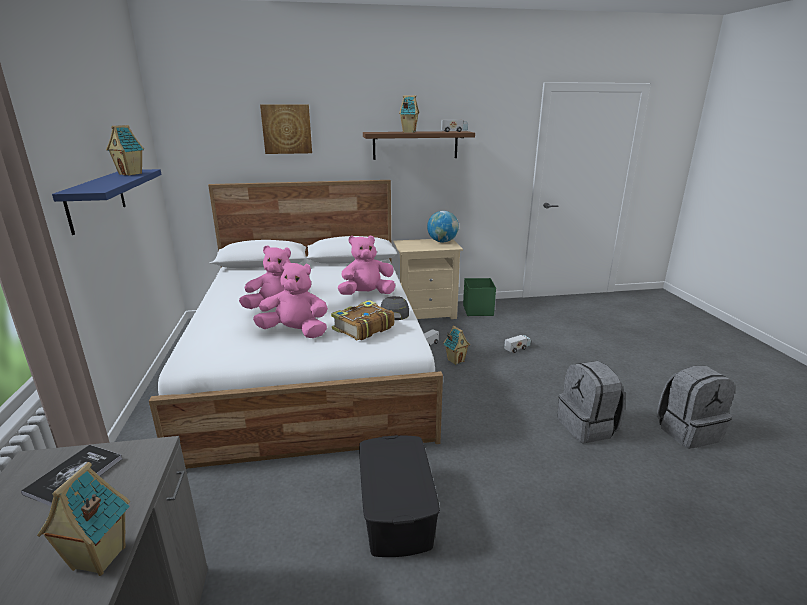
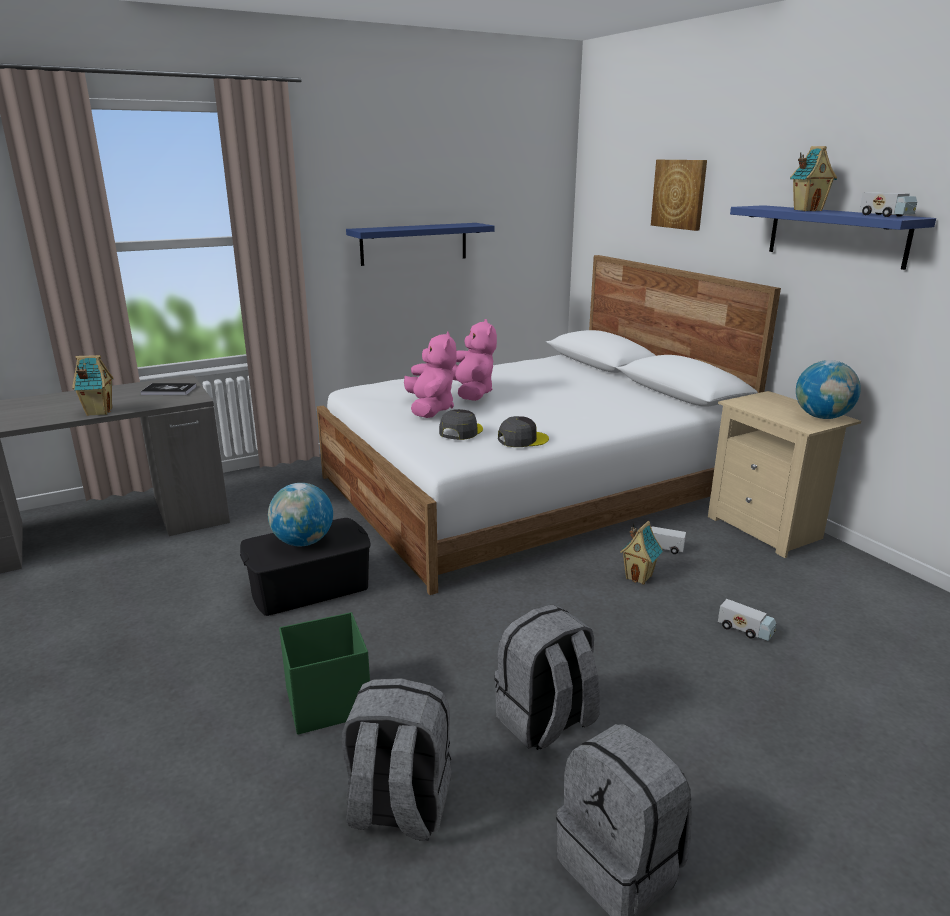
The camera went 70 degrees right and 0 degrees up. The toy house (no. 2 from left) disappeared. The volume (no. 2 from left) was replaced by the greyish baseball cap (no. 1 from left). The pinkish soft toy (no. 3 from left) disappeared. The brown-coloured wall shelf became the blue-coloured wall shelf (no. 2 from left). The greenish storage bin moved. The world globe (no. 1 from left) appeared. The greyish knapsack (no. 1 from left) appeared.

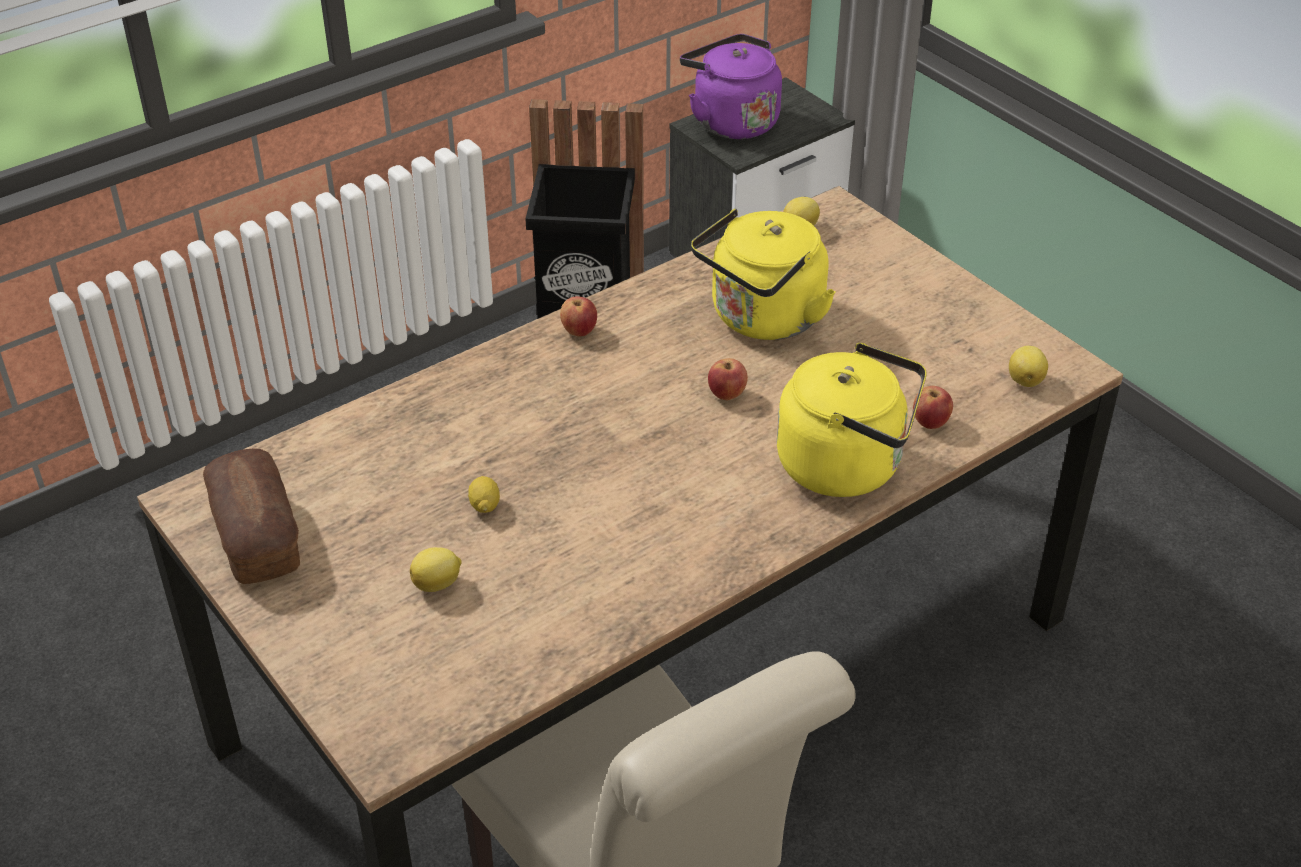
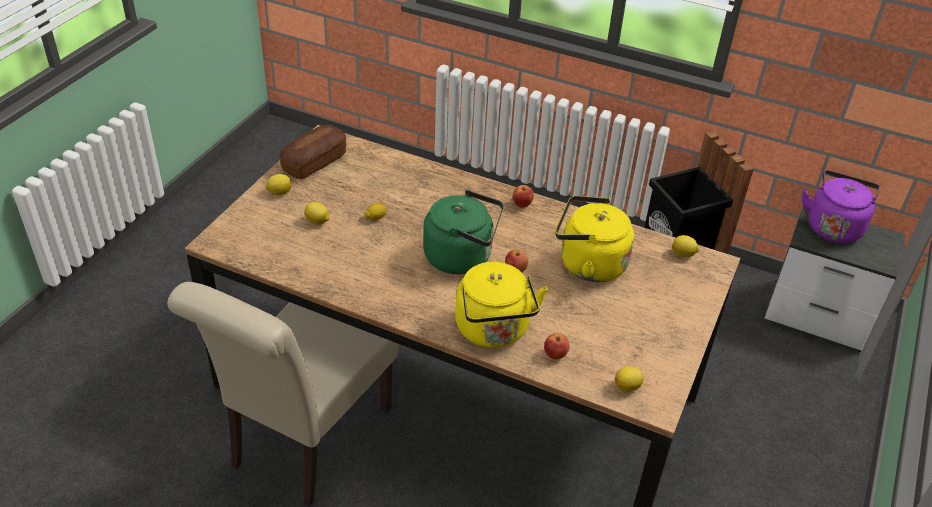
The camera went 60 degrees right and 0 degrees up. The whole lemon (no. 1 from left) appeared. The greenish kettle appeared.

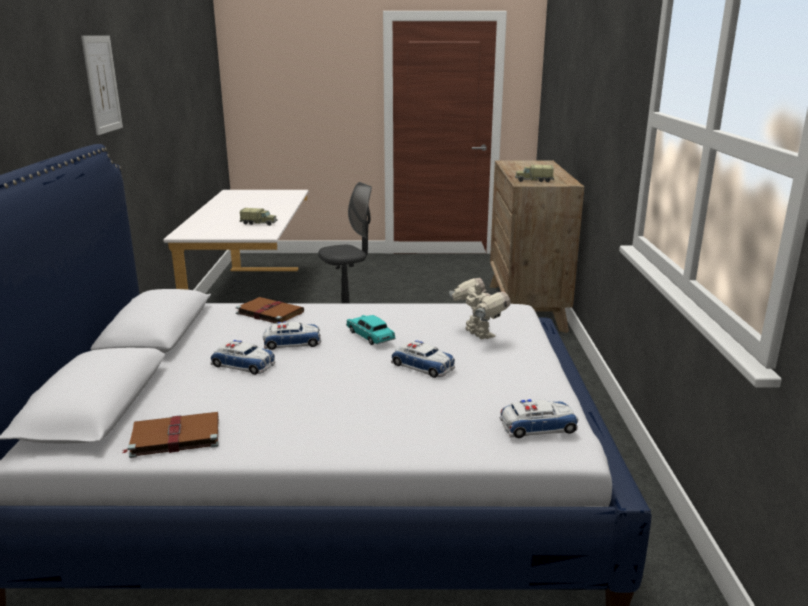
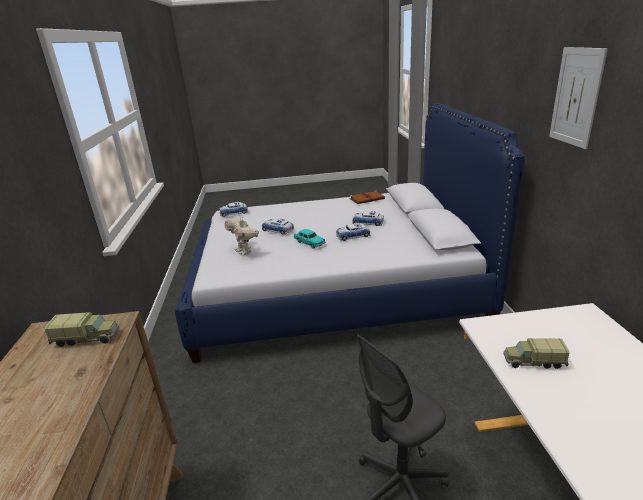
The camera went 175 degrees right and 5 degrees up. The brown-coloured volume (no. 2 from left) disappeared.

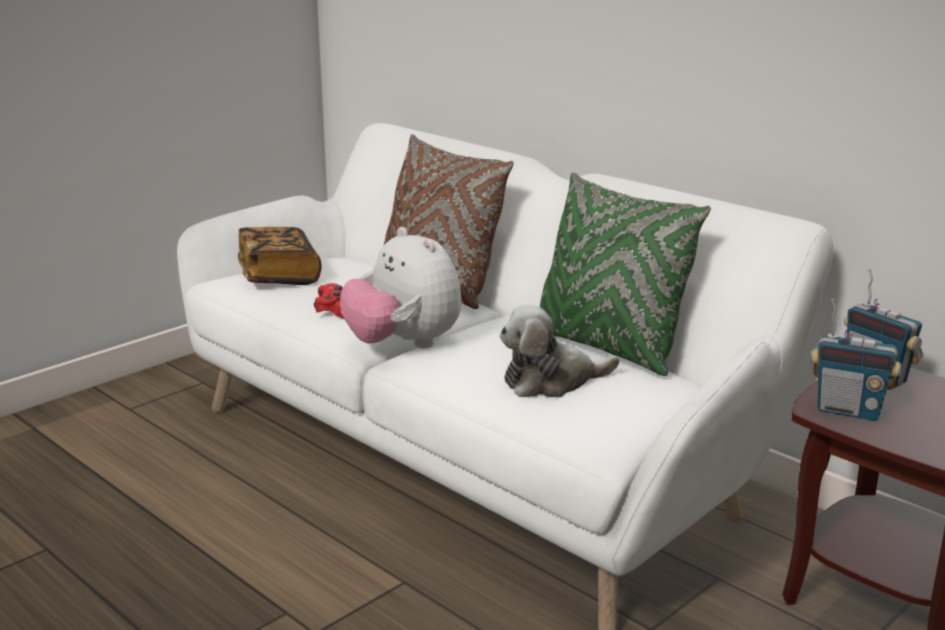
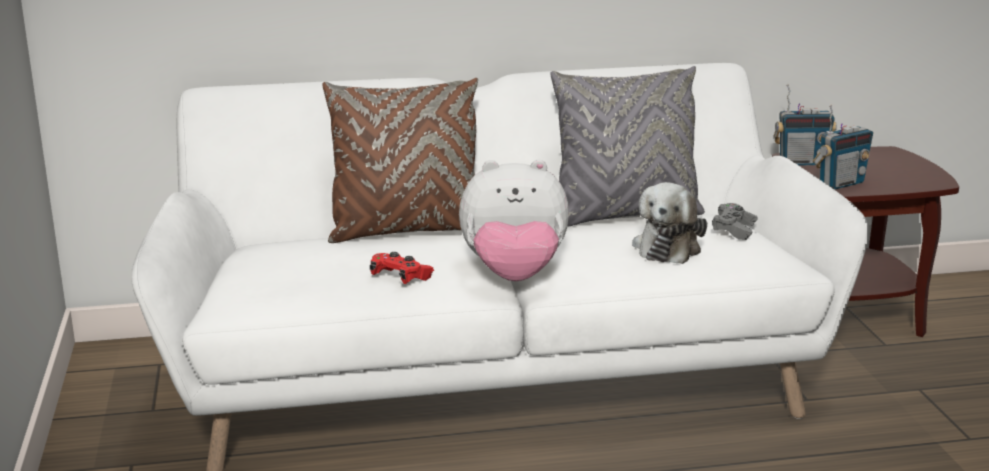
The camera went 55 degrees left and 0 degrees up. The volume disappeared. The greenish cushion became the greyish cushion. The greyish joypad appeared.

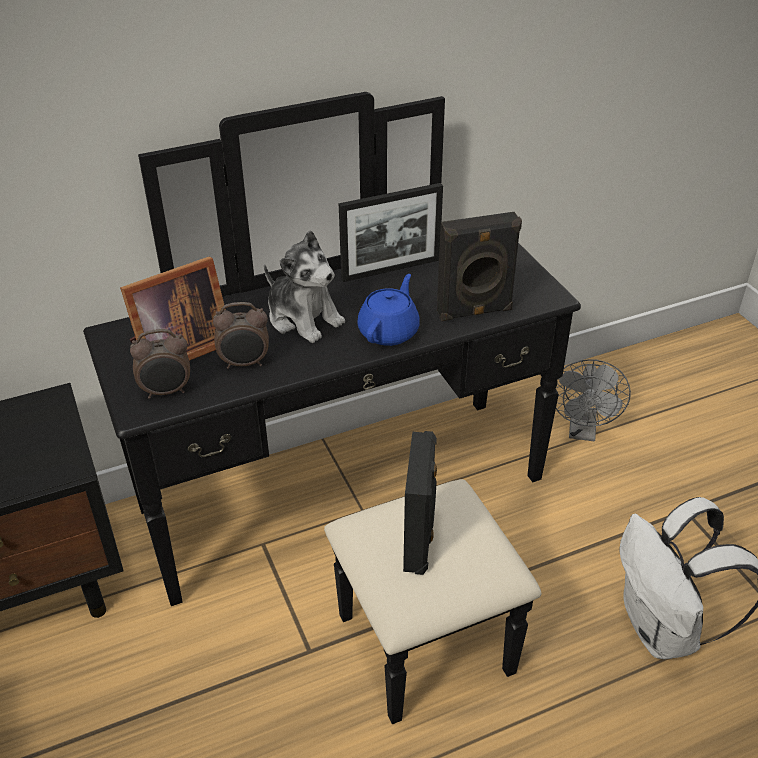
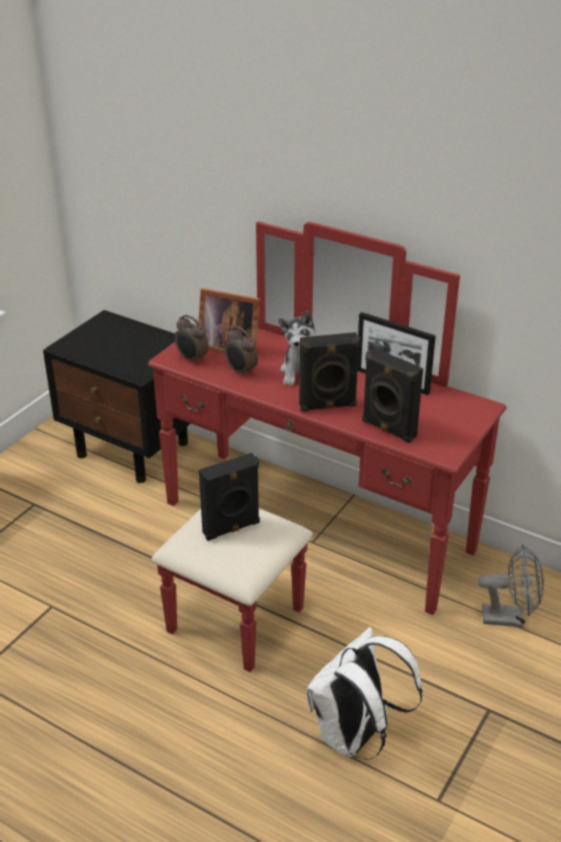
The camera went 55 degrees right and 5 degrees down. The black-coloured drawer chest became the red drawer chest. The blue-coloured pot for tea was replaced by the black-coloured speaker (no. 2 from left). The greyish electric fan turned 150 degrees counterclockwise.

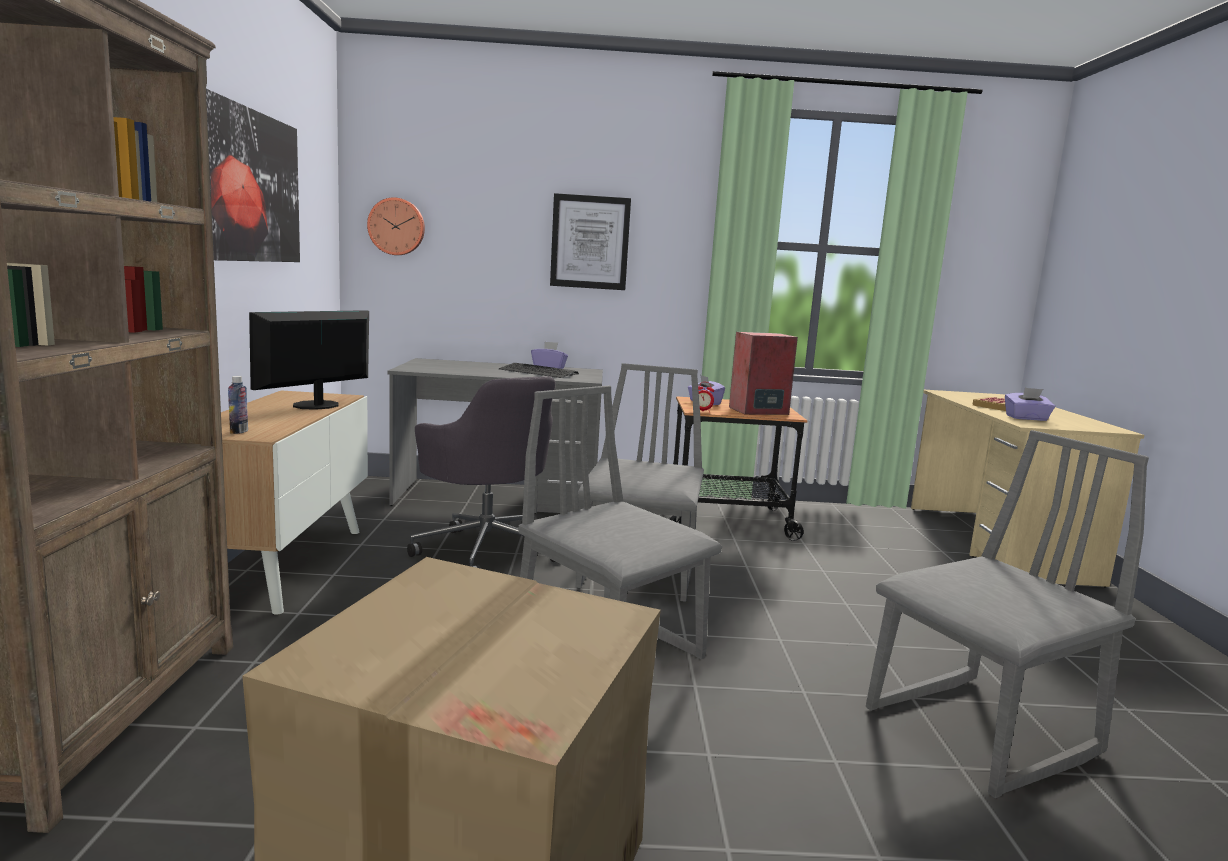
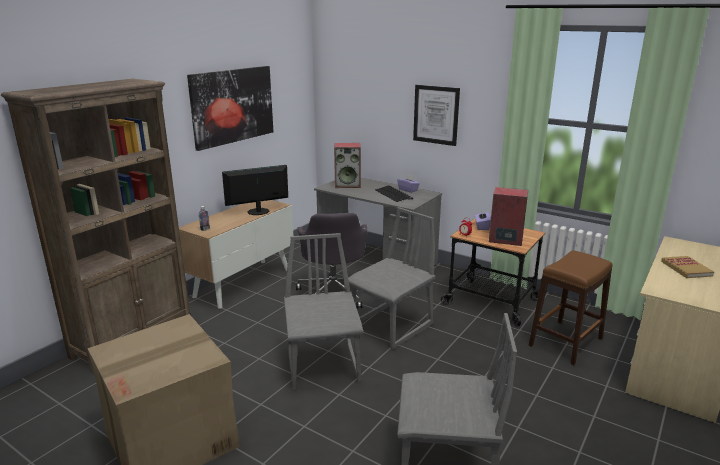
The camera went 35 degrees right and 10 degrees up. The wall clock disappeared. The purple-coloured box of tissues (no. 3 from left) disappeared. The speaker (no. 1 from left) appeared. The brown-coloured sitting stool appeared.

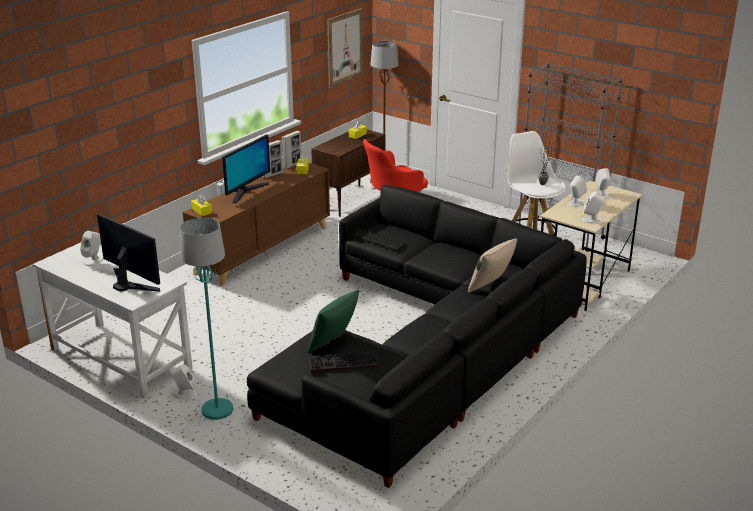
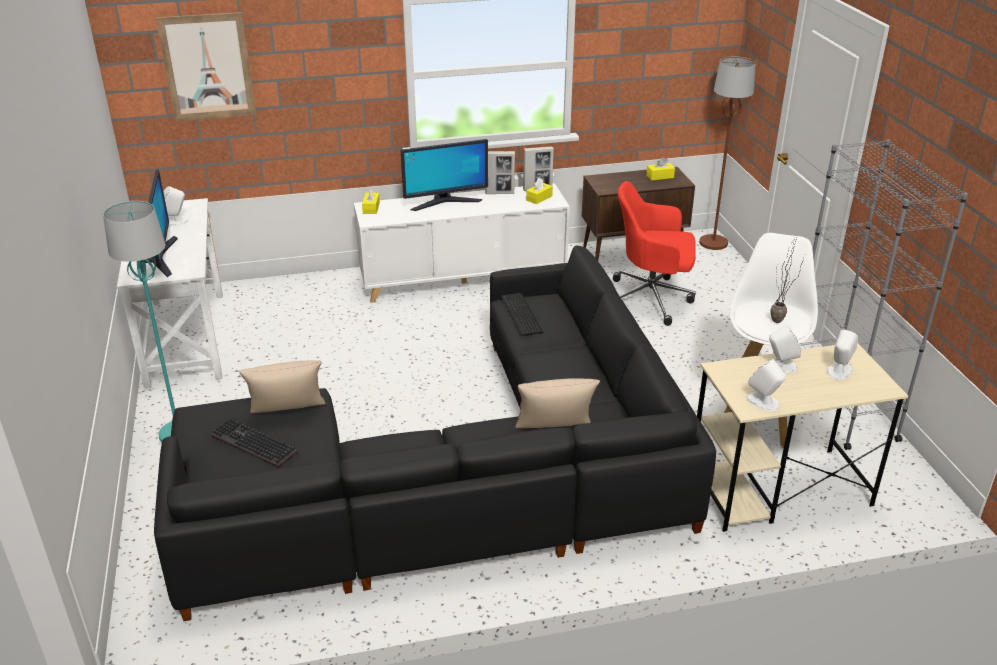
The camera went 40 degrees right and 5 degrees up. The whitish speaker (no. 2 from left) disappeared. The brown-coloured cupboard (no. 1 from left) became the whitish cupboard. The greenish cushion became the beige cushion (no. 1 from left). The wall picture moved.

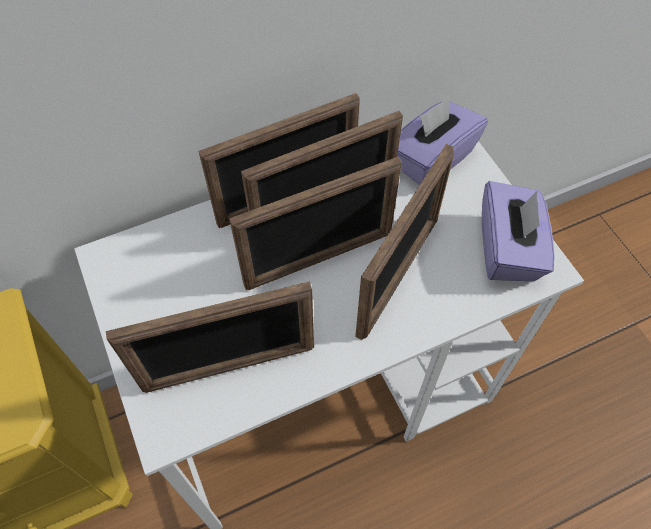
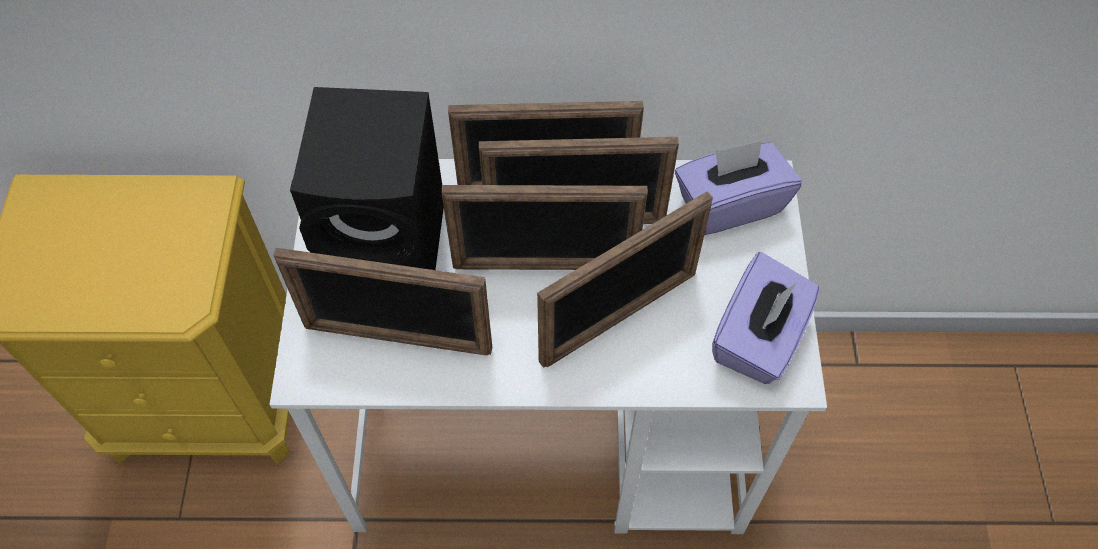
The camera went 25 degrees right and 0 degrees up. The black-coloured speaker appeared.

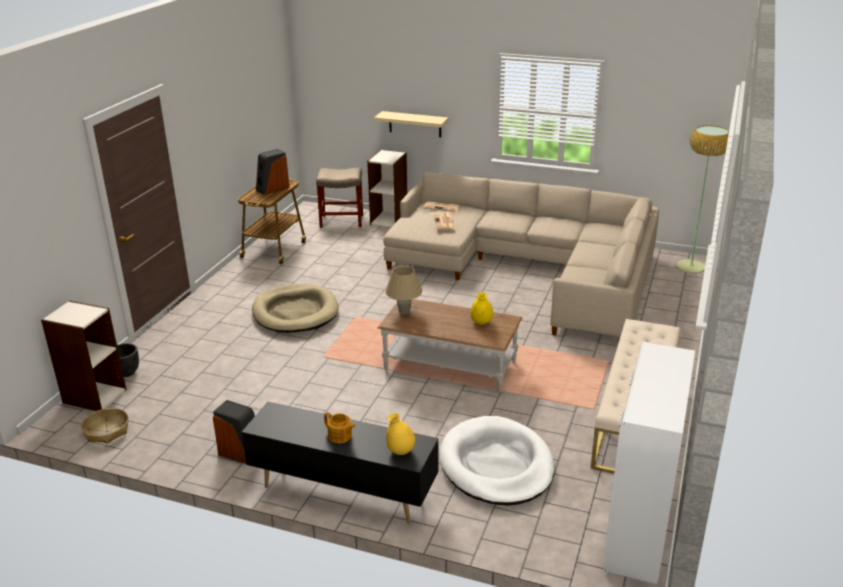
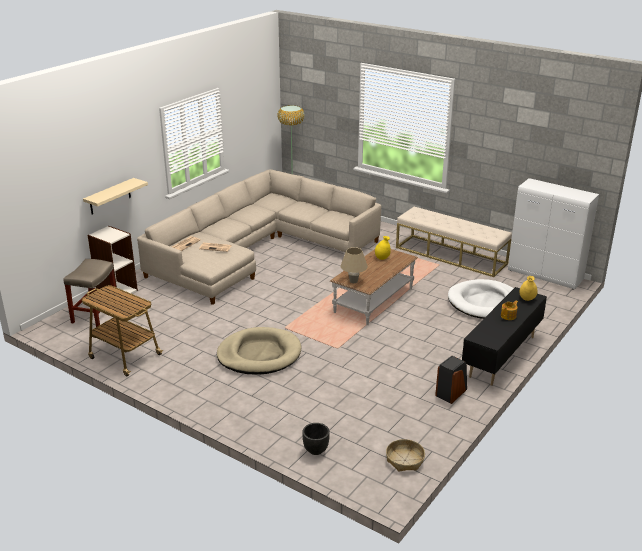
The camera went 75 degrees left and 0 degrees up. The bookcase (no. 1 from left) disappeared. The speaker (no. 2 from left) disappeared.

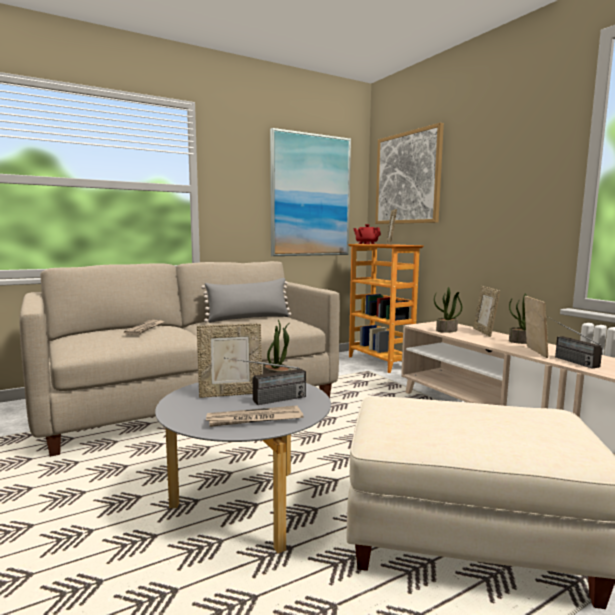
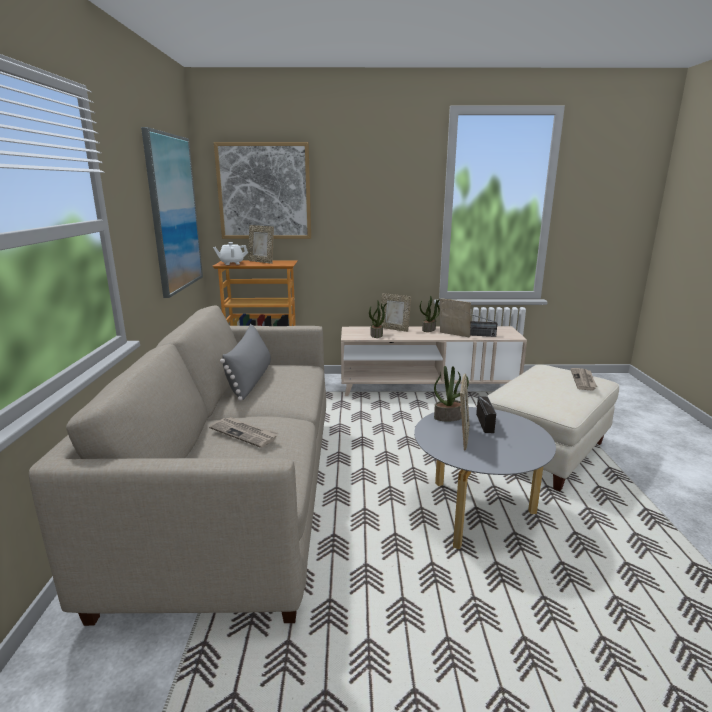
The camera went 60 degrees left and 10 degrees up. The newspaper (no. 2 from left) moved. The red pot for tea became the whitish pot for tea.

